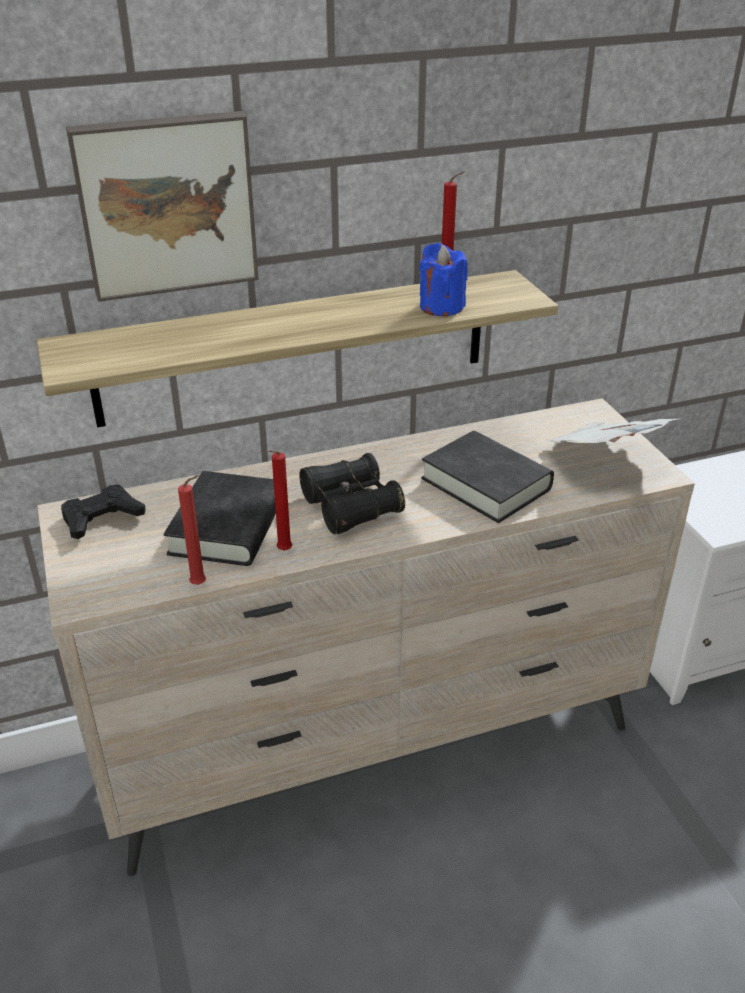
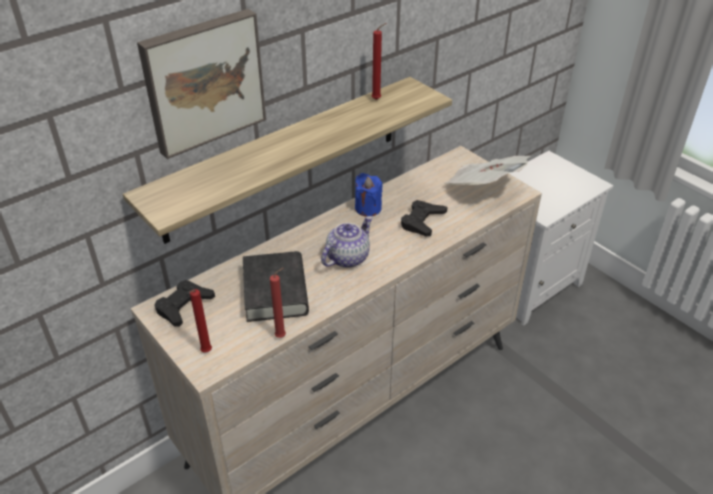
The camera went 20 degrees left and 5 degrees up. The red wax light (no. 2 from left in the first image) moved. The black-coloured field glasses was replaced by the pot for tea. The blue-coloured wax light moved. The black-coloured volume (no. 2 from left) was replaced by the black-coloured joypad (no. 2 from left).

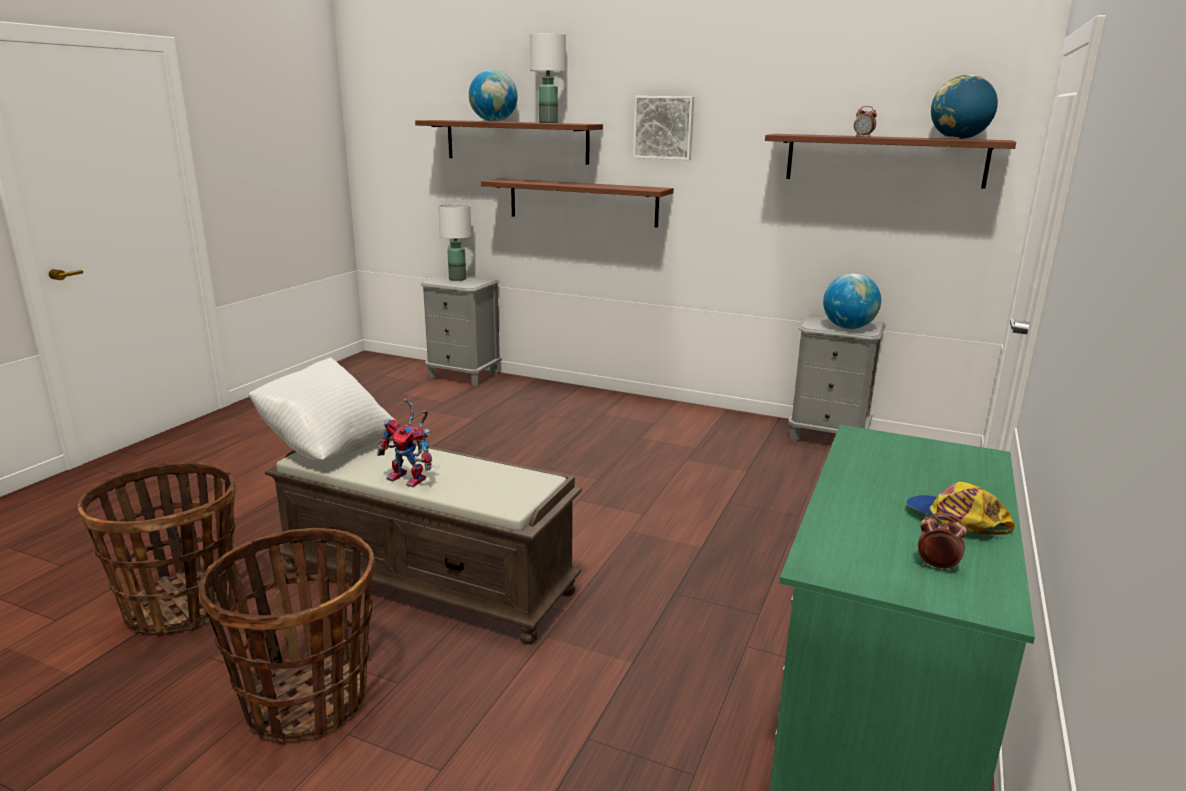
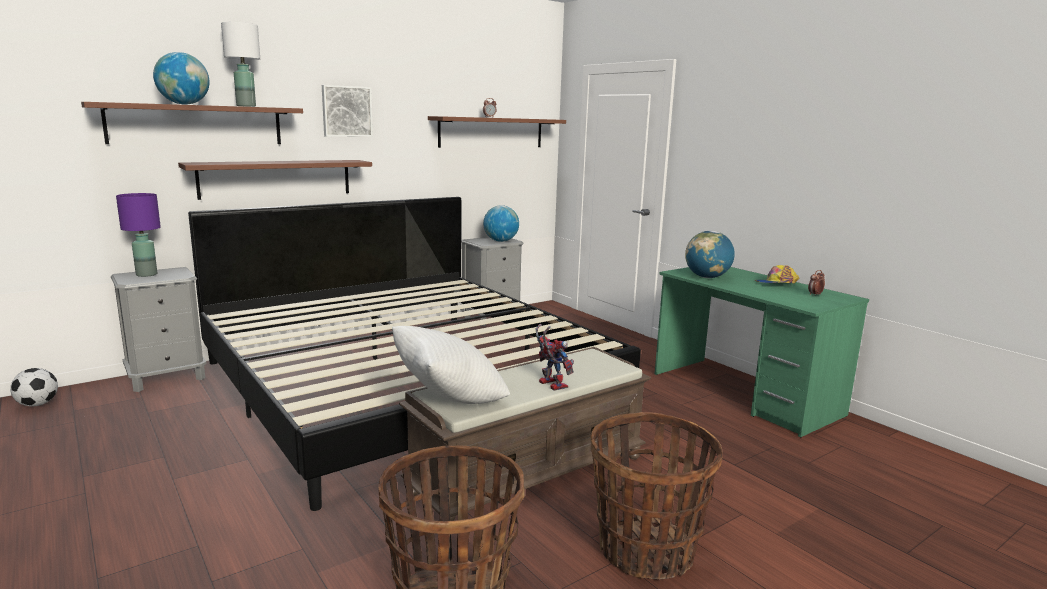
The camera went 60 degrees left and 5 degrees down. The robot figure turned 90 degrees counterclockwise. The whitish table lamp (no. 1 from left) became the purple-coloured table lamp. The world globe (no. 3 from left) moved. The football appeared. The sleeping bed appeared.

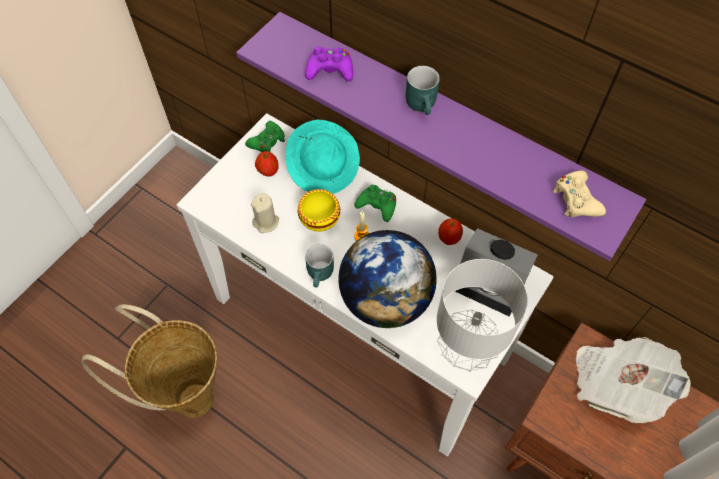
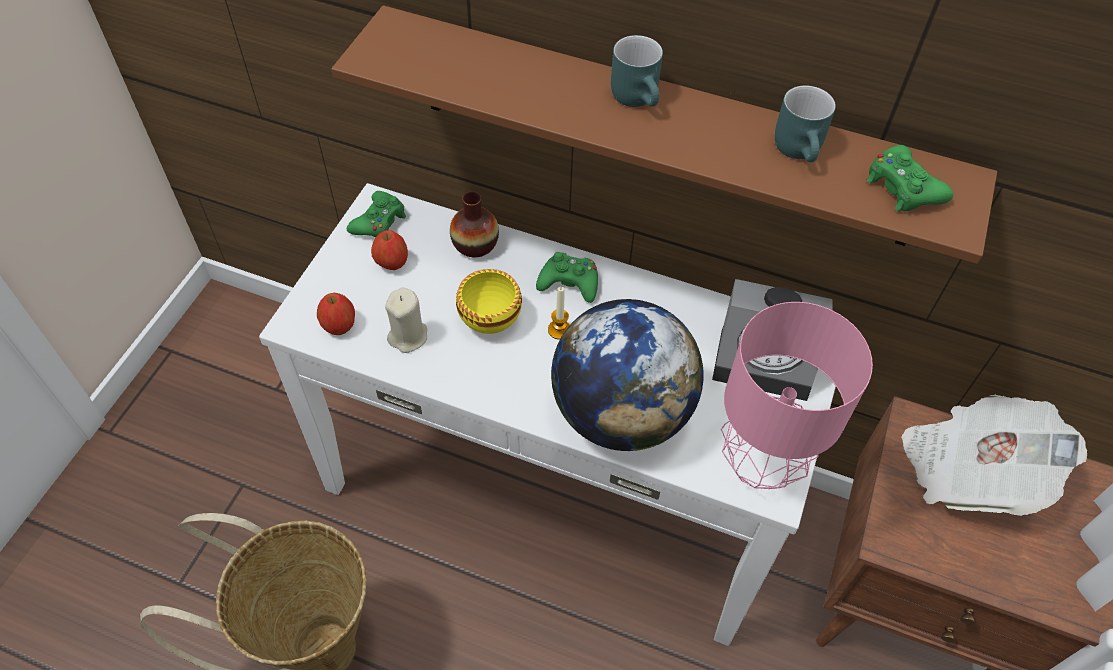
The camera went 15 degrees left and 5 degrees down. The purple-coloured wall shelf became the brown-coloured wall shelf. The turquoise-coloured wearable hat was replaced by the vase. The purple-coloured joypad disappeared. The turquoise-coloured coffee mug (no. 1 from left in the first image) moved. The greyish table lamp became the pinkish table lamp. The apple (no. 2 from left in the first image) moved. The beige joypad became the greenish joypad (no. 3 from left).

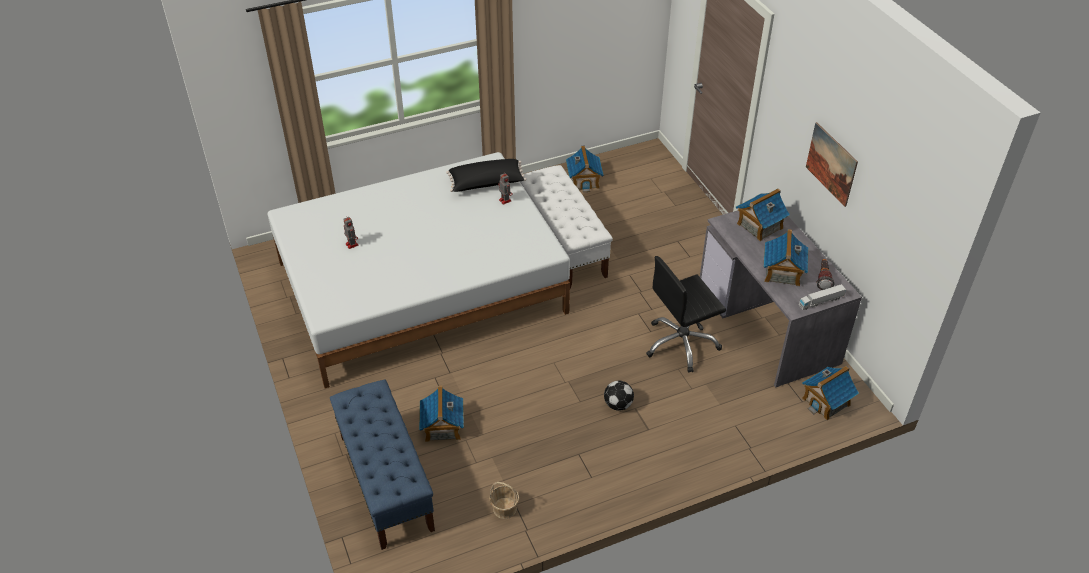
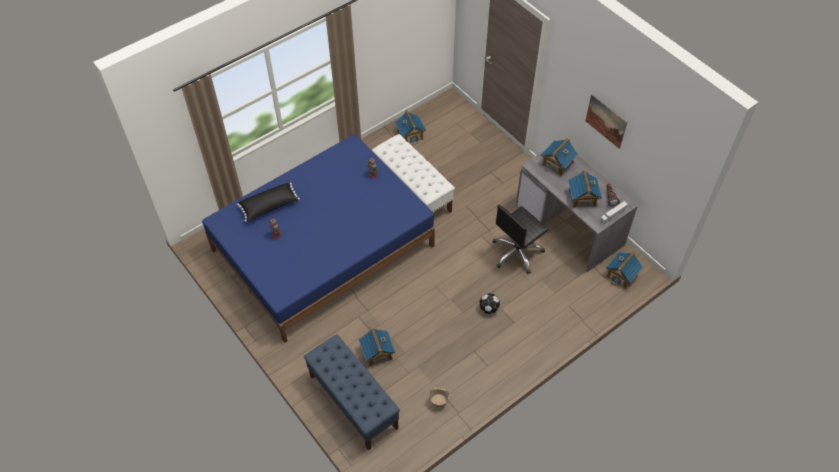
The camera went 15 degrees left and 10 degrees up. The whitish sleeping bed became the blue-coloured sleeping bed. The black-coloured cushion moved.

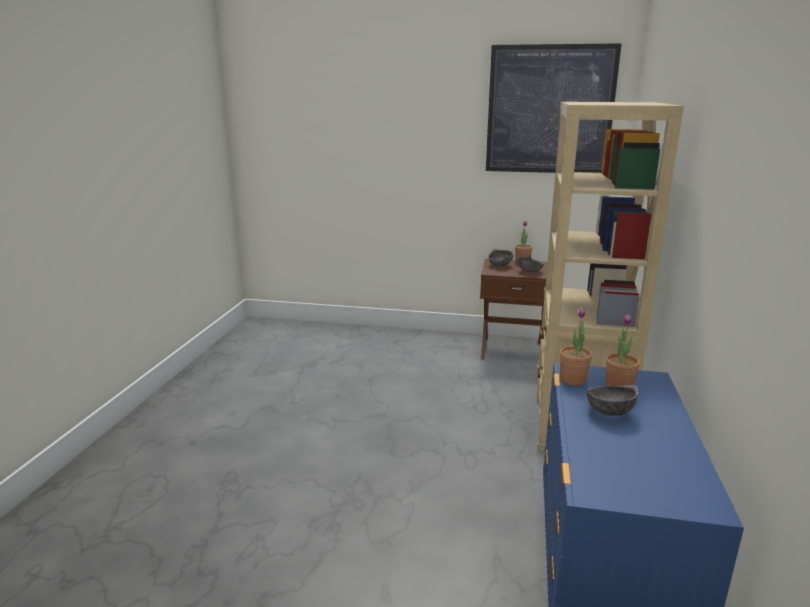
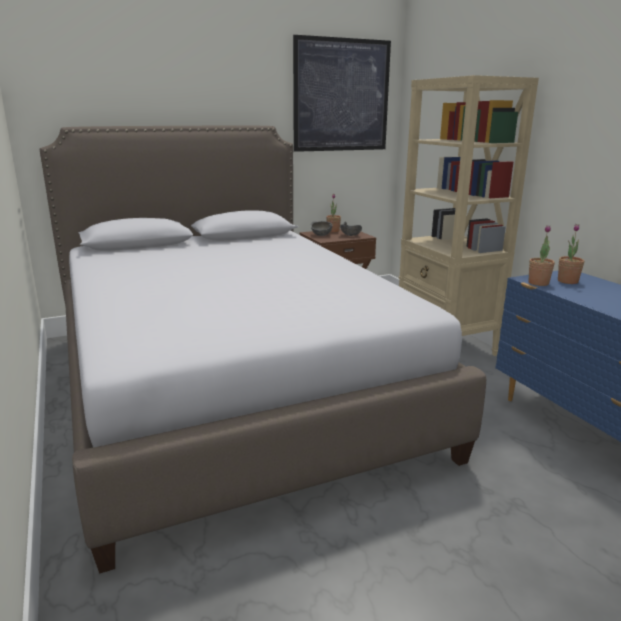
The camera went 35 degrees left and 0 degrees up. The greyish bowl (no. 3 from left) disappeared. The sleeping bed appeared.

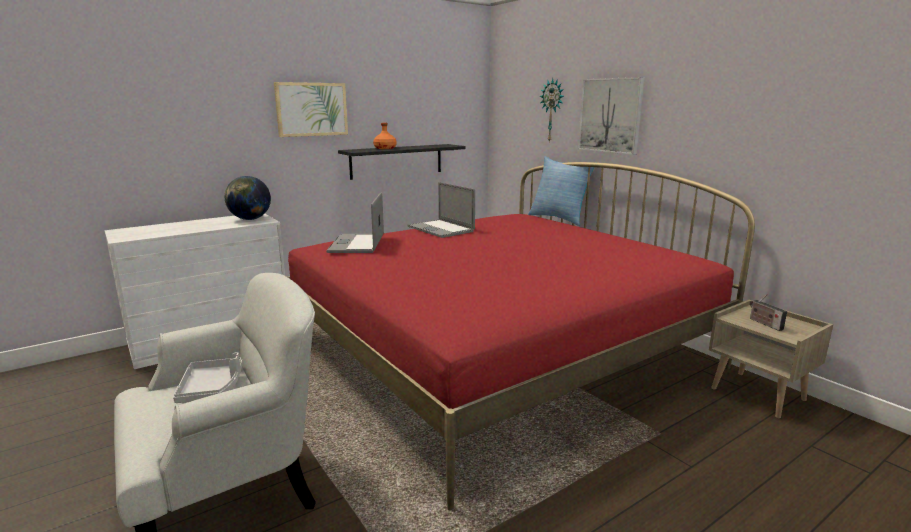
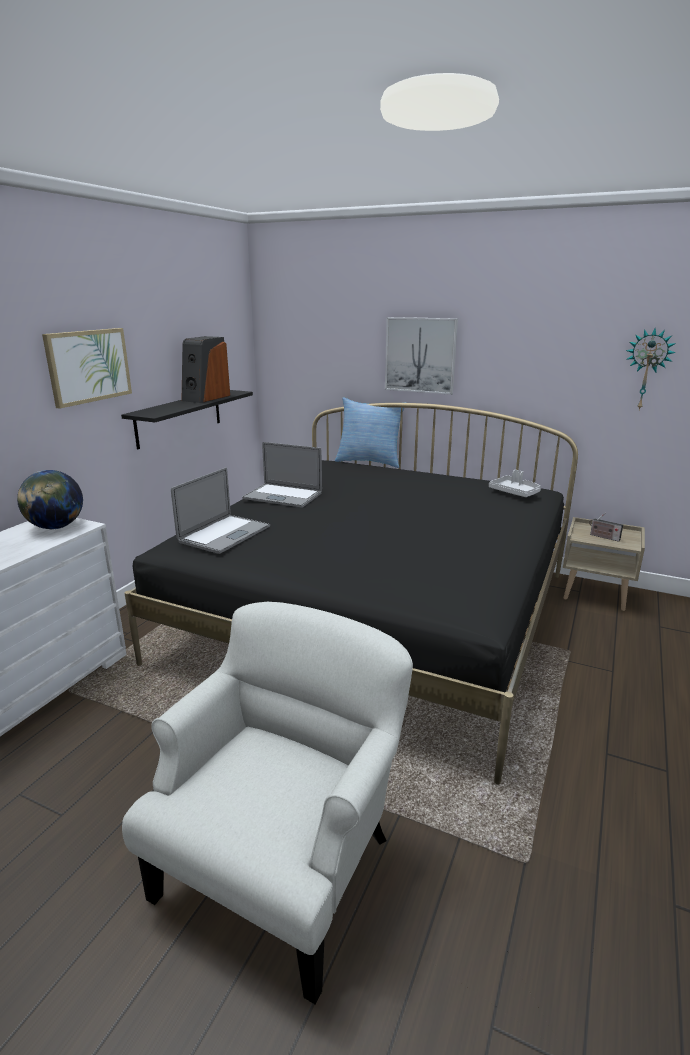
The camera went 30 degrees left and 5 degrees up. The greyish serving tray moved. The red sleeping bed became the black-coloured sleeping bed. The portable computer (no. 1 from left) turned 120 degrees counterclockwise. The orange drink bottle disappeared. The wall clock moved. The speaker appeared.

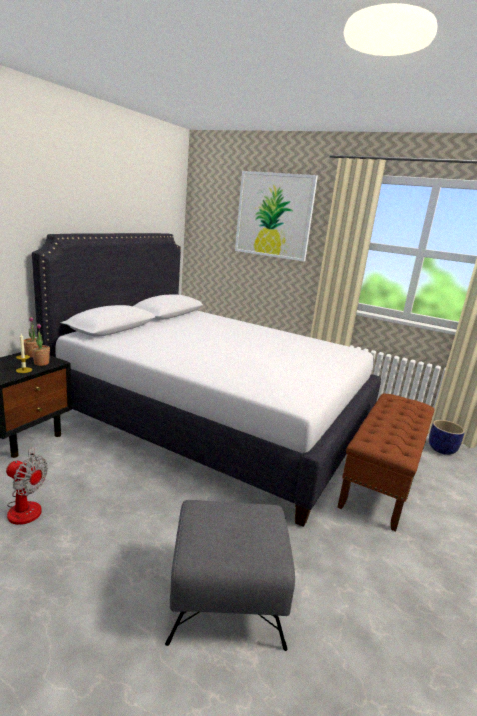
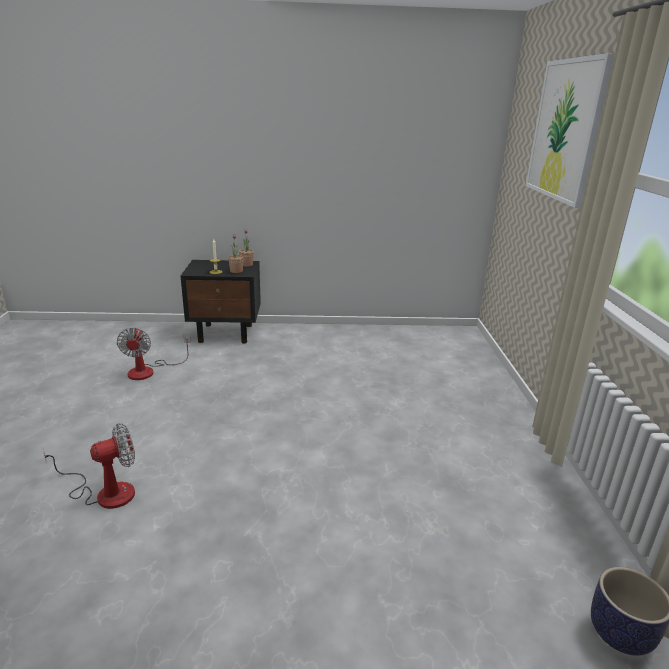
The camera went 60 degrees right and 5 degrees up. The whitish sleeping bed disappeared. The greyish pouffe was replaced by the electric fan (no. 1 from left). The brown-coloured bench disappeared.

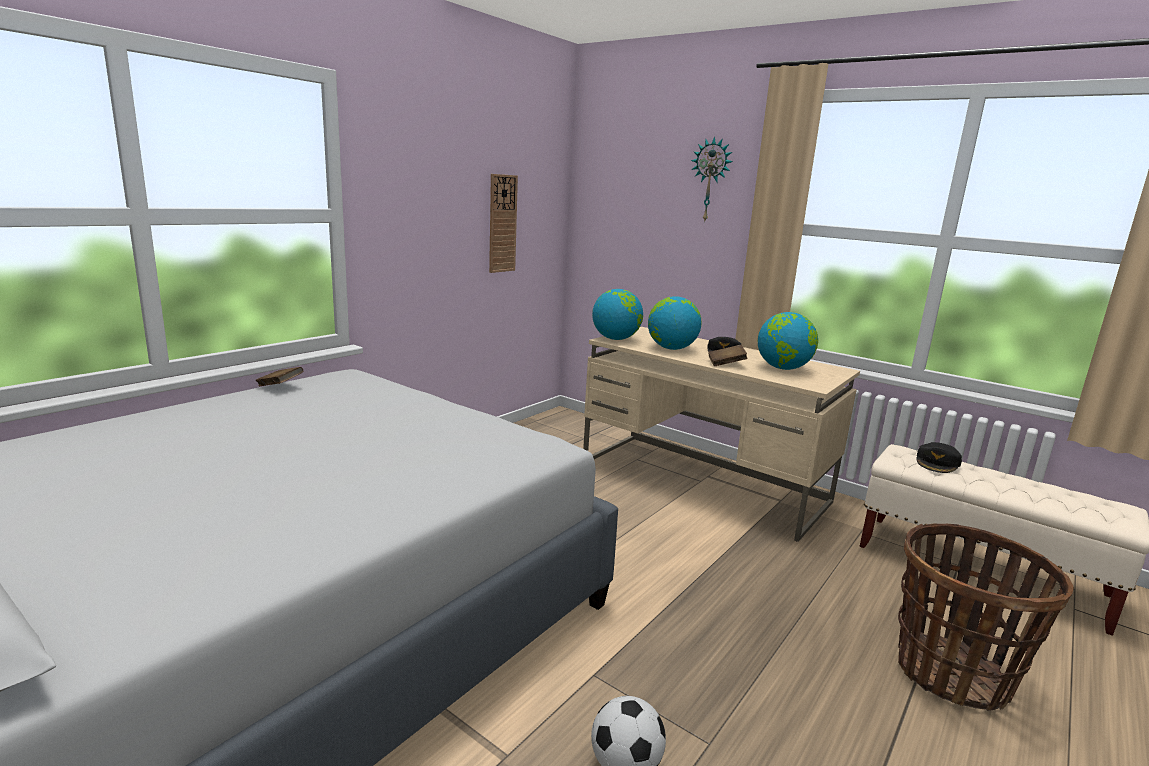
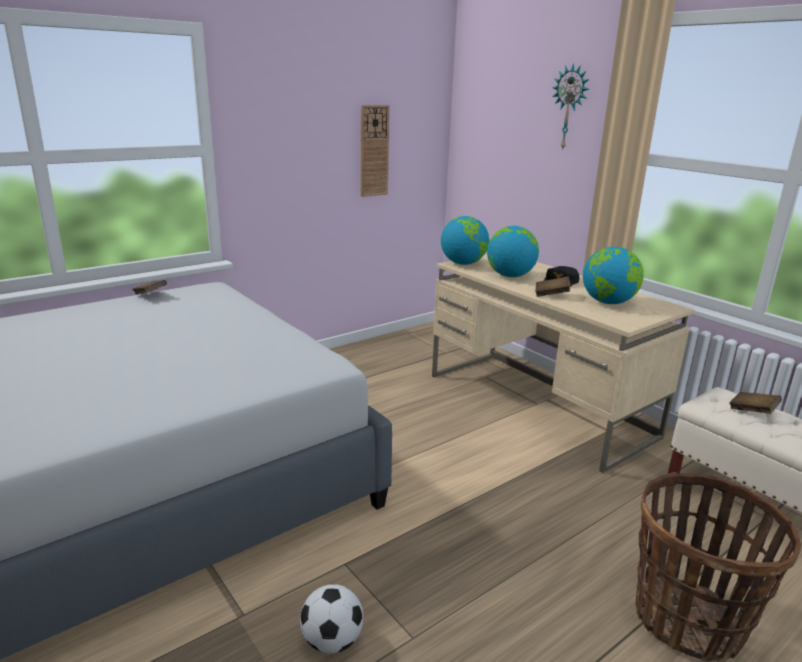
The camera went 15 degrees right and 5 degrees up. The black-coloured baseball cap (no. 2 from left) was replaced by the brown-coloured volume (no. 3 from left).

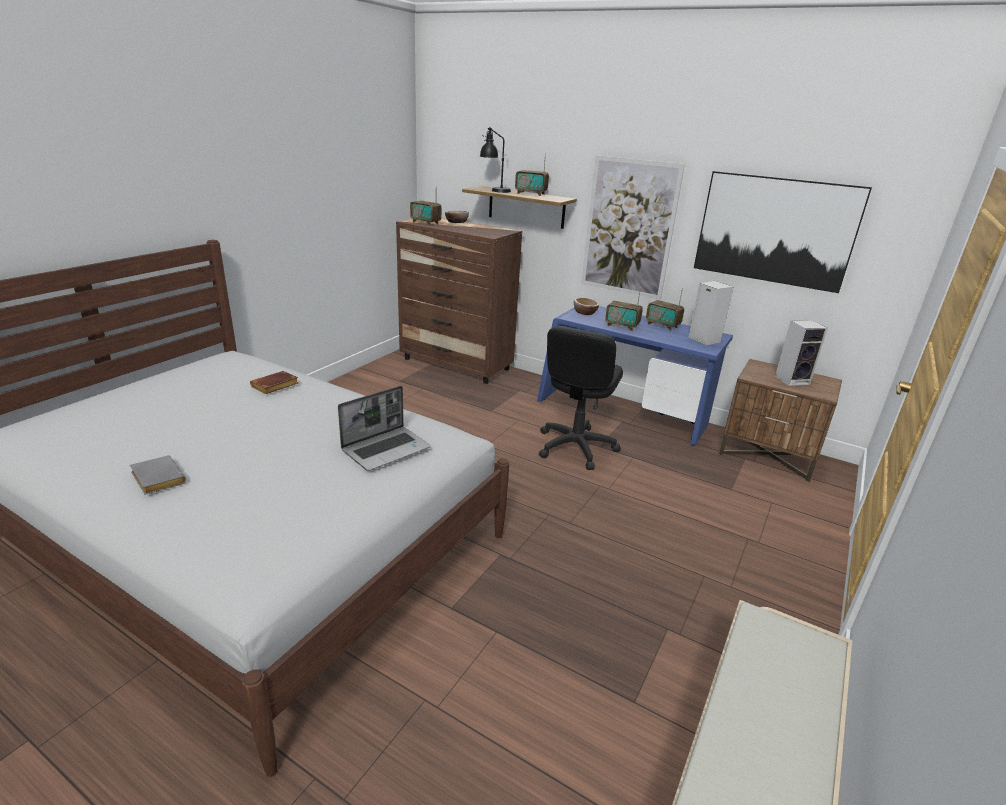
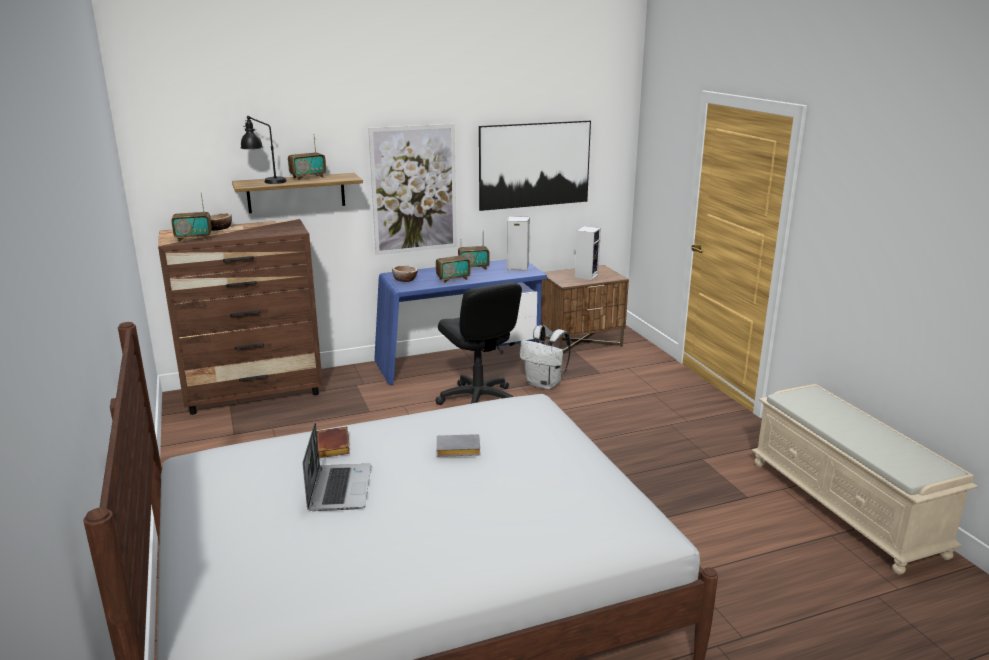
The camera went 50 degrees left and 5 degrees down. The greyish volume moved. The portable computer moved. The whitish knapsack appeared.

